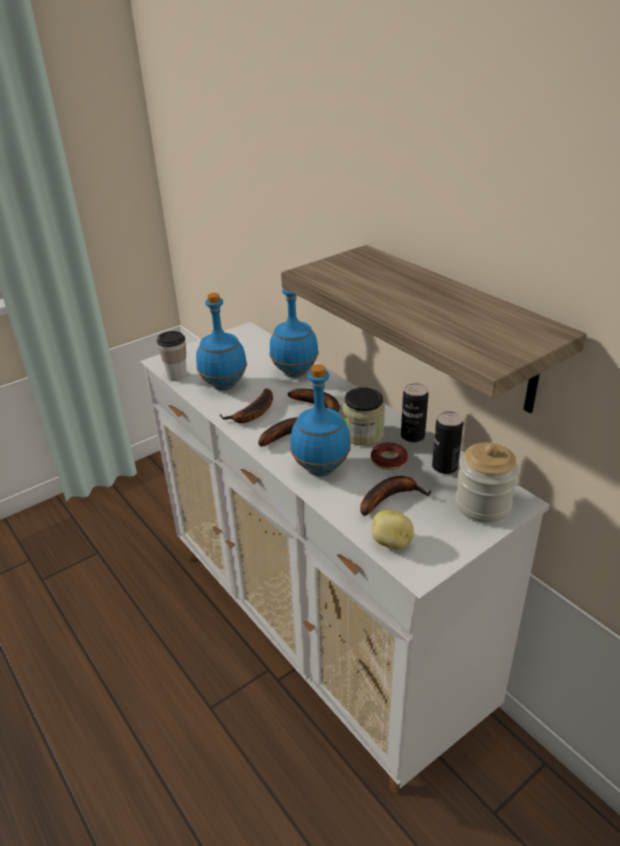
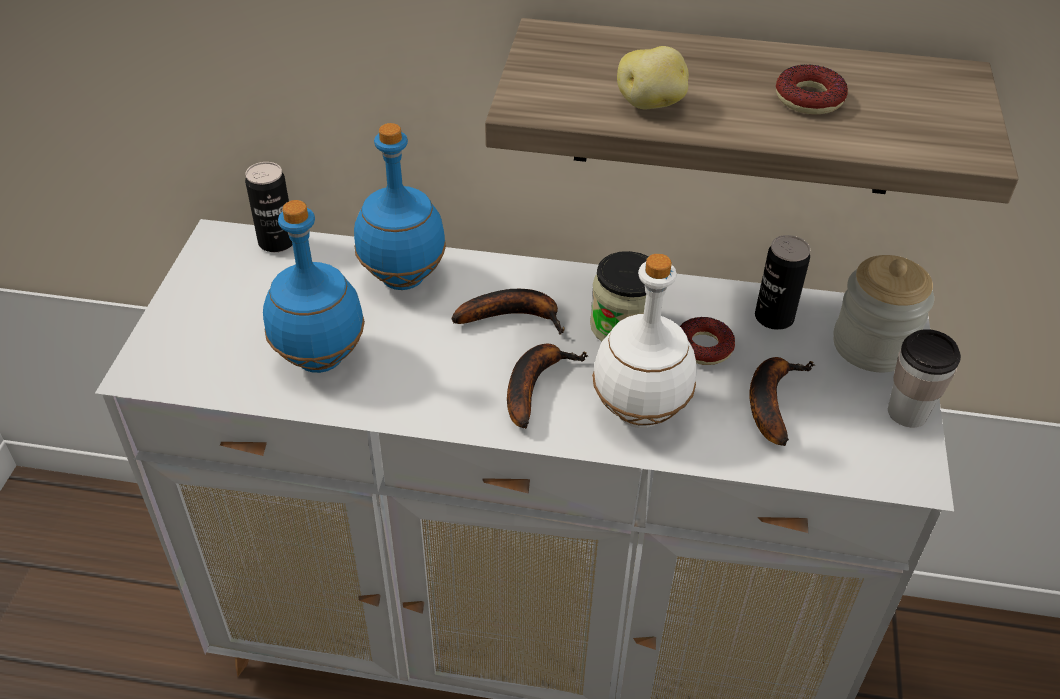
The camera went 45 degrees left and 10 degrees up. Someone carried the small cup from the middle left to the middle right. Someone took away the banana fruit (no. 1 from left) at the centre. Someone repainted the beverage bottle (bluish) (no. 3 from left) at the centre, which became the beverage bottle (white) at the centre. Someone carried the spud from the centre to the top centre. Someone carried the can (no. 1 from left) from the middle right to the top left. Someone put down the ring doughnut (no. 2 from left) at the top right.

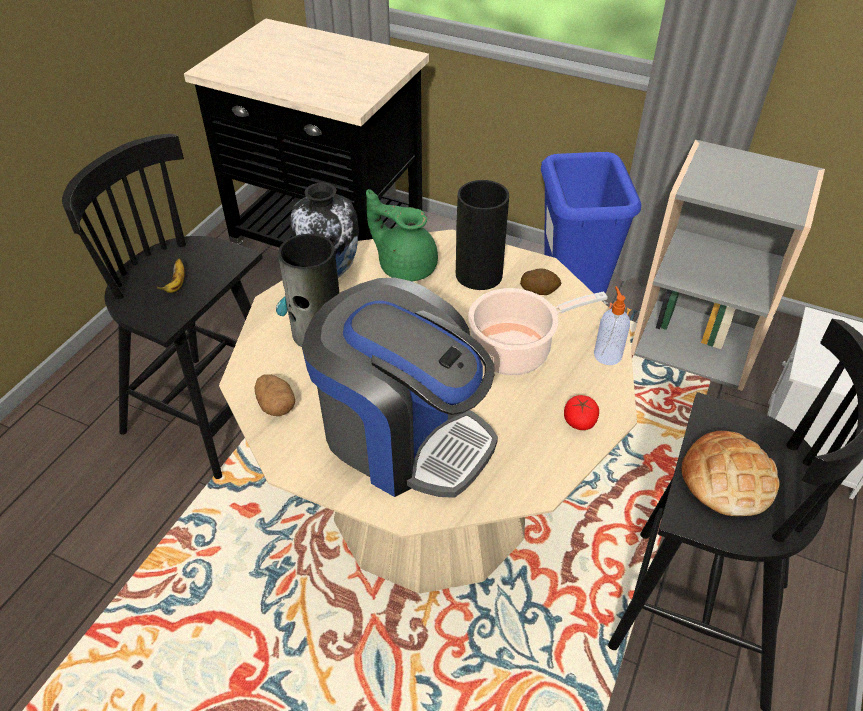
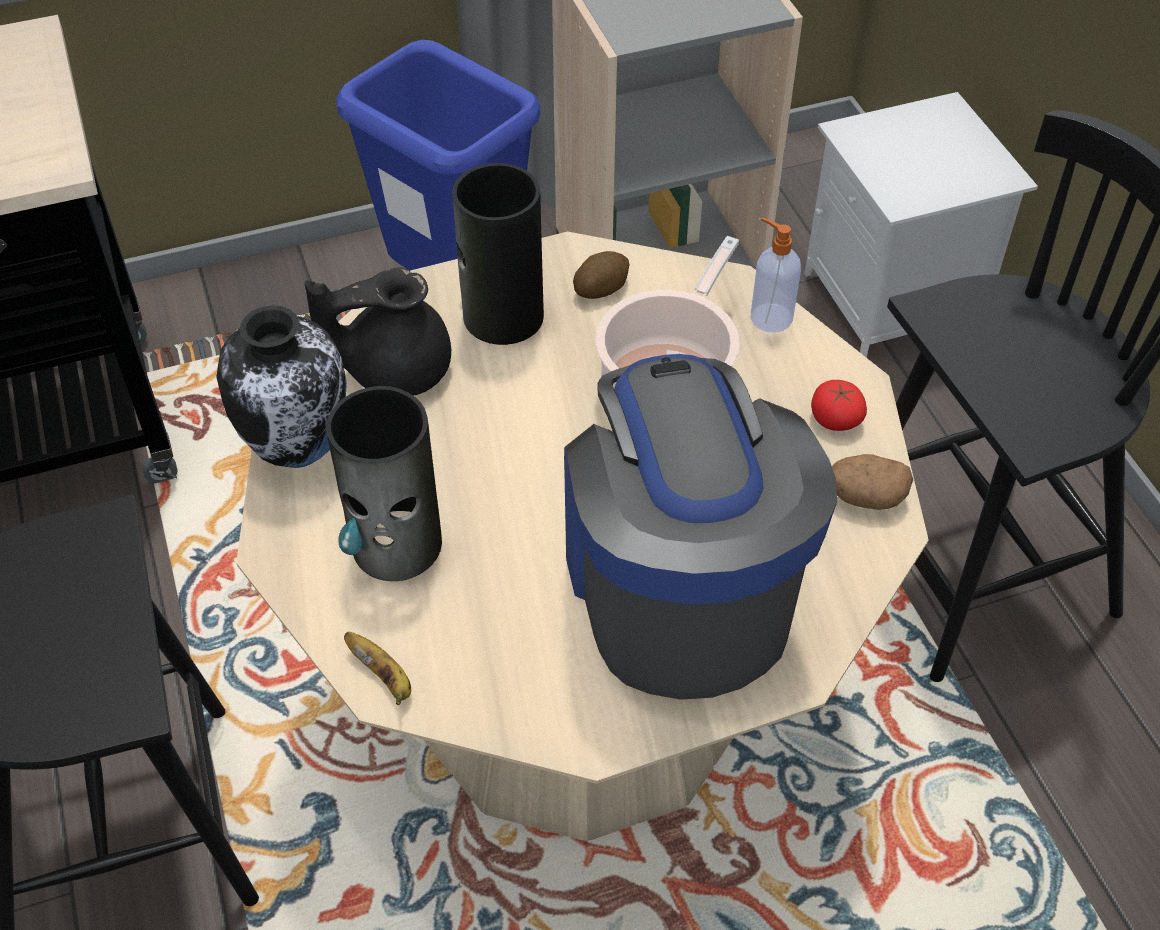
The camera went 45 degrees left and 5 degrees up. Someone carried the banana fruit from the middle left to the bottom left. Someone carried the spud (no. 1 from left in the first image) from the middle left to the middle right. Someone rotated the coffee brewer at the centre by 90 degrees counterclockwise. Someone repainted the pot for tea (green) at the top centre, which became the pot for tea (black-coloured) at the middle left. Someone took away the bread at the middle right.

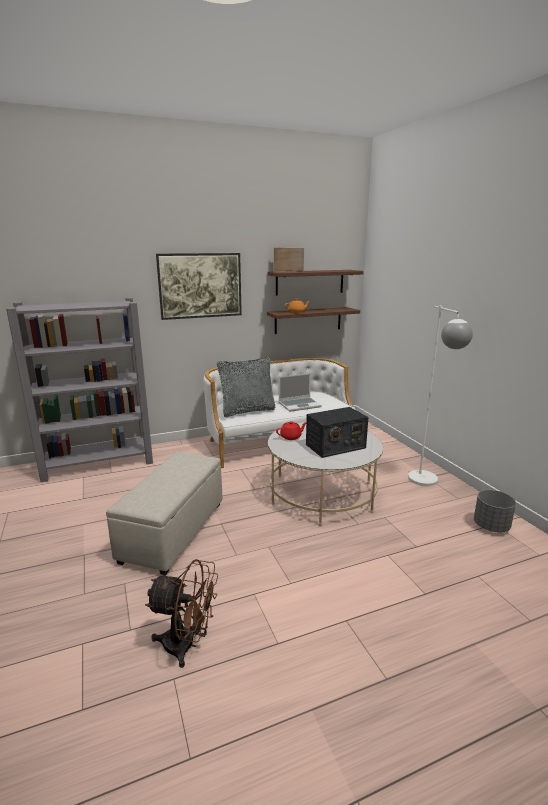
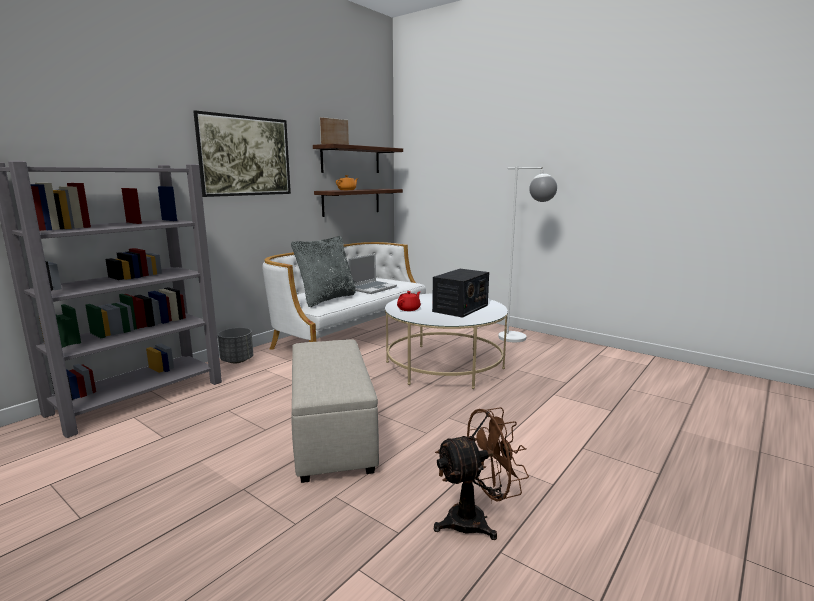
The camera went 30 degrees left and 5 degrees down. Someone carried the flower pot (grey) from the middle right to the middle left.

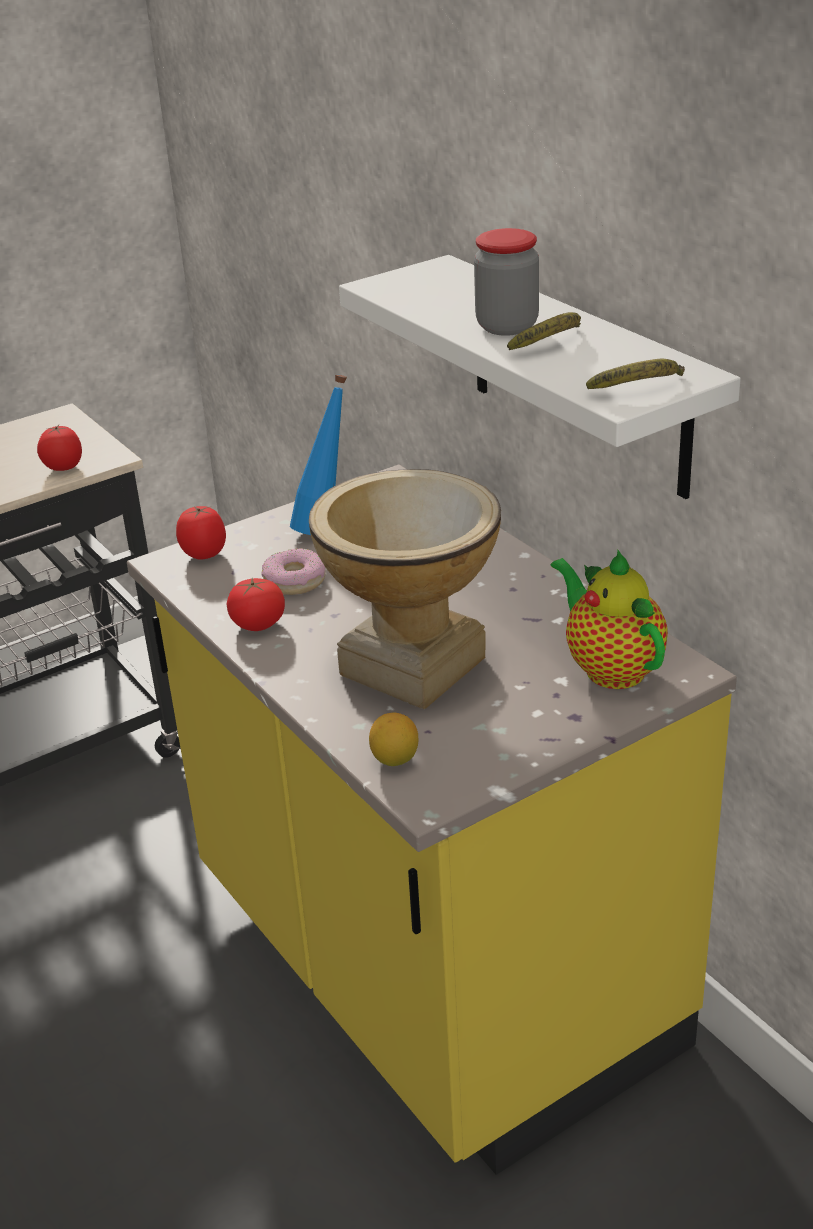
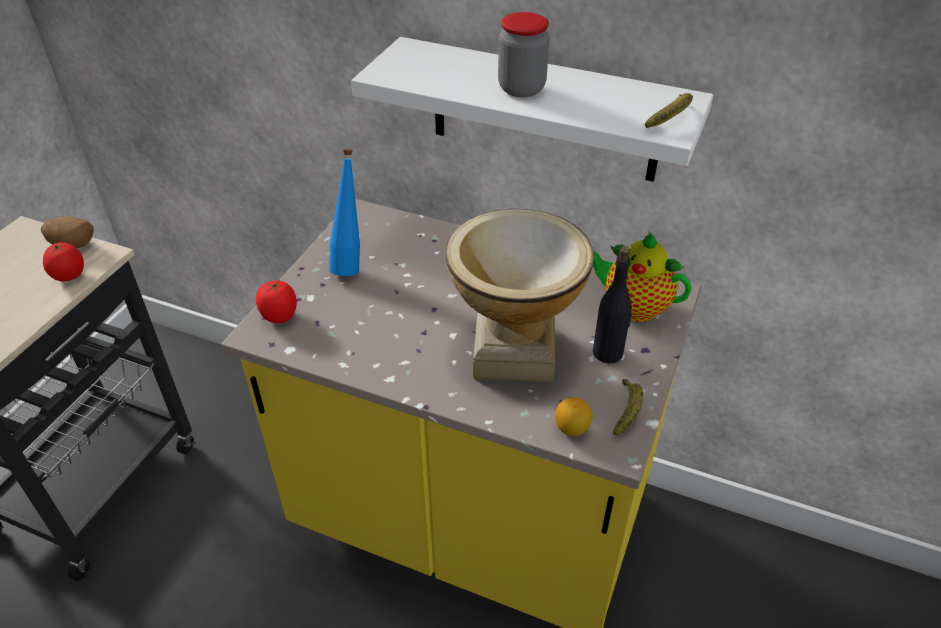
The camera went 35 degrees left and 10 degrees up. Someone took away the fresh tomato (no. 3 from left) at the middle left. Someone took away the ring doughnut at the centre. Someone carried the banana fruit (no. 1 from left) from the top right to the middle right. Someone put down the spud at the middle left. Someone put down the beverage bottle (black-coloured) at the centre.

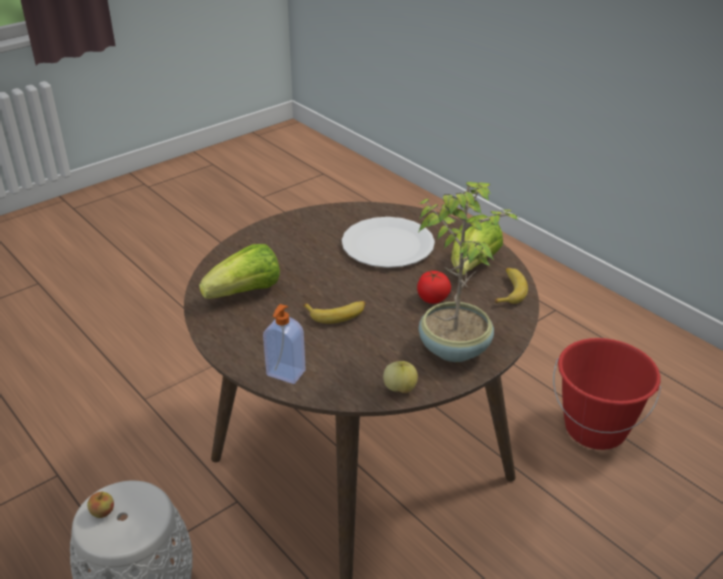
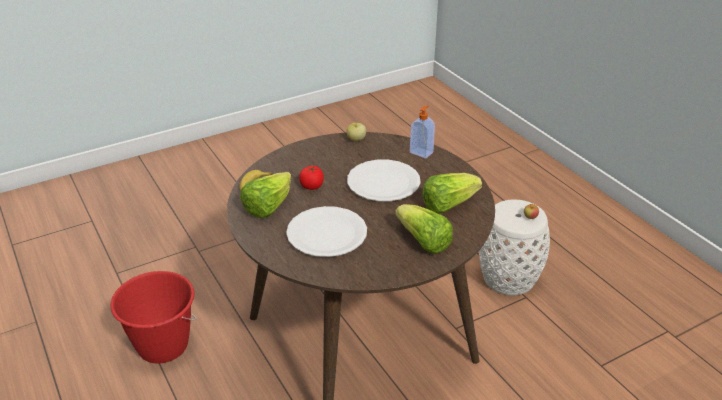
The camera went 170 degrees left and 0 degrees up. Someone swapped the banana fruit (no. 1 from left) at the centre for the plate (white) (no. 2 from left) at the centre. Someone took away the houseplant at the centre. Someone put down the lettuce (no. 2 from left) at the centre.

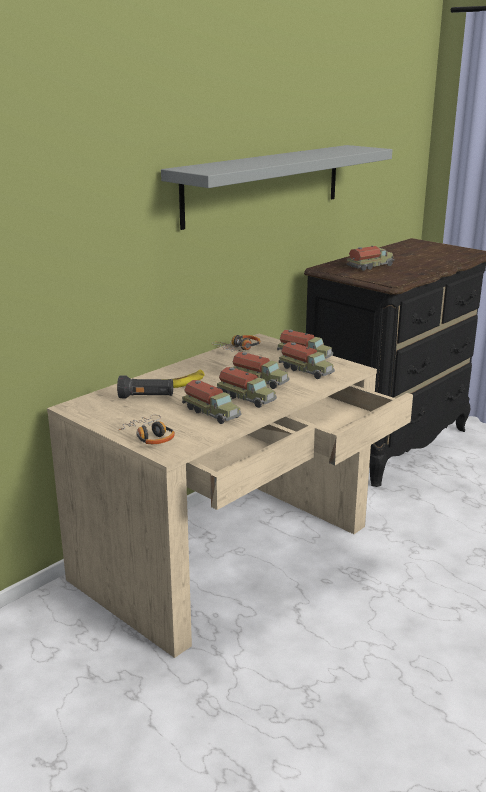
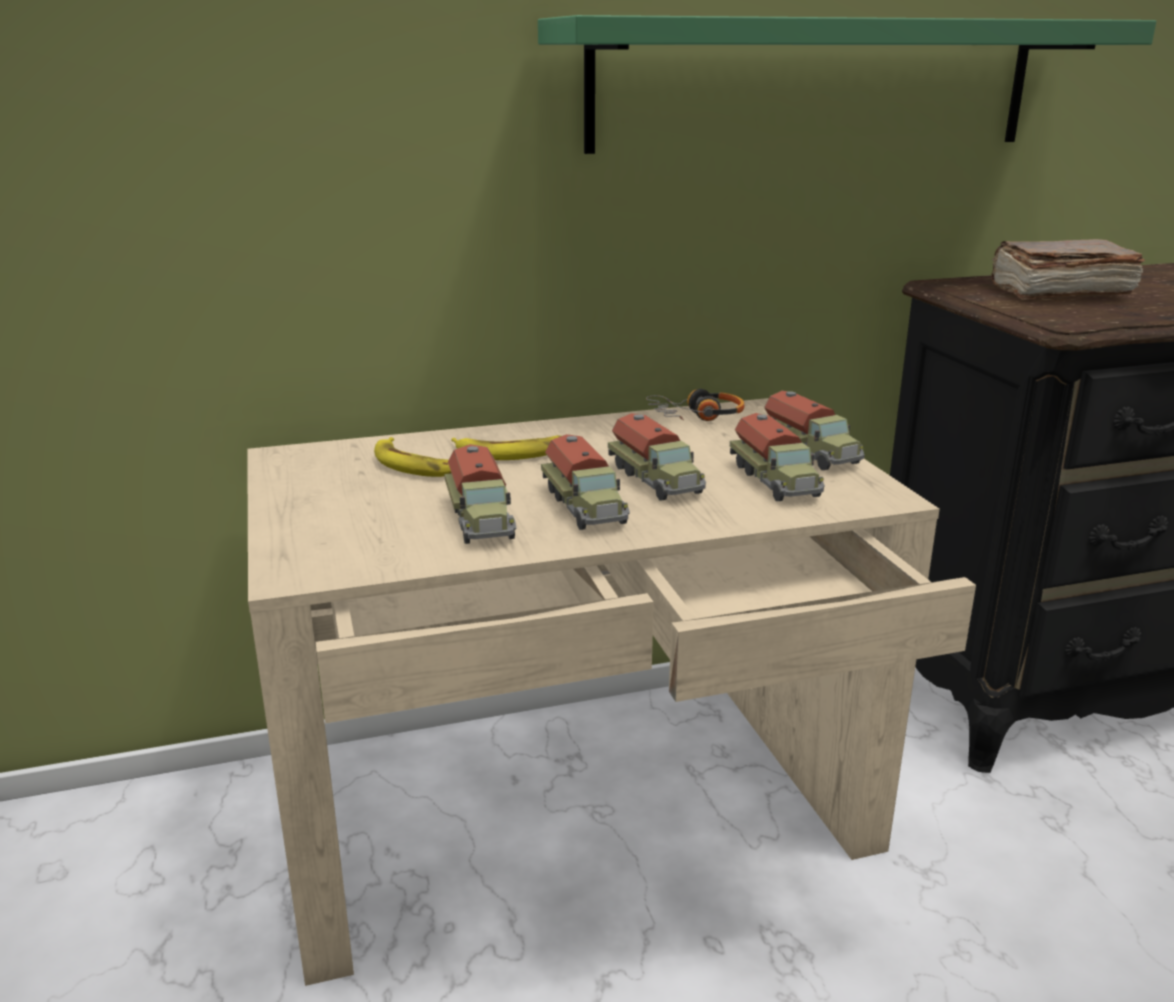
The camera went 30 degrees right and 0 degrees up. Someone swapped the flashlight (black-coloured) at the middle left for the banana fruit (no. 1 from left) at the centre. Someone took away the headset (no. 1 from left) at the middle left. Someone repainted the wall shelf (grey) at the top centre, which became the wall shelf (green) at the top right. Someone swapped the model truck (no. 6 from left) at the top right for the book (brown-coloured) at the top right.

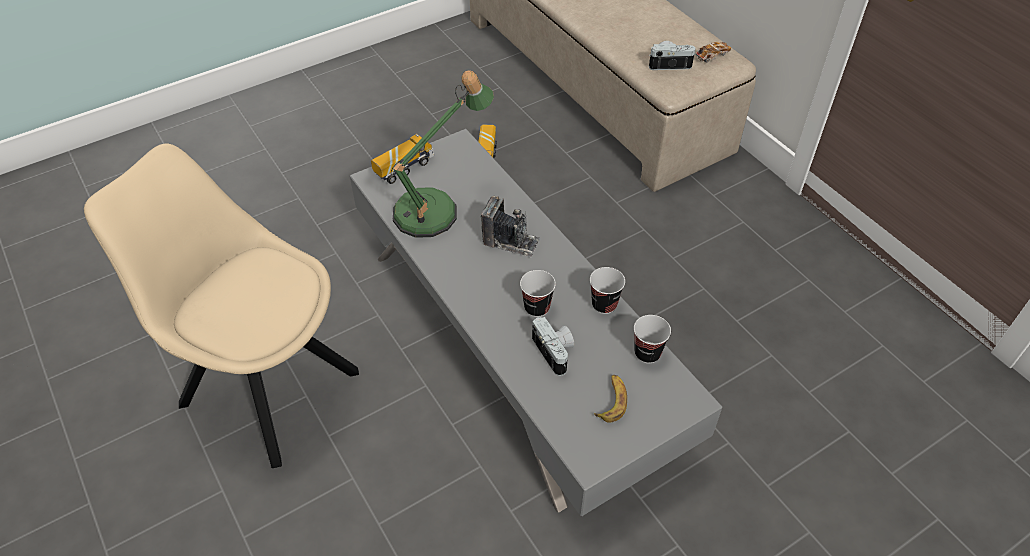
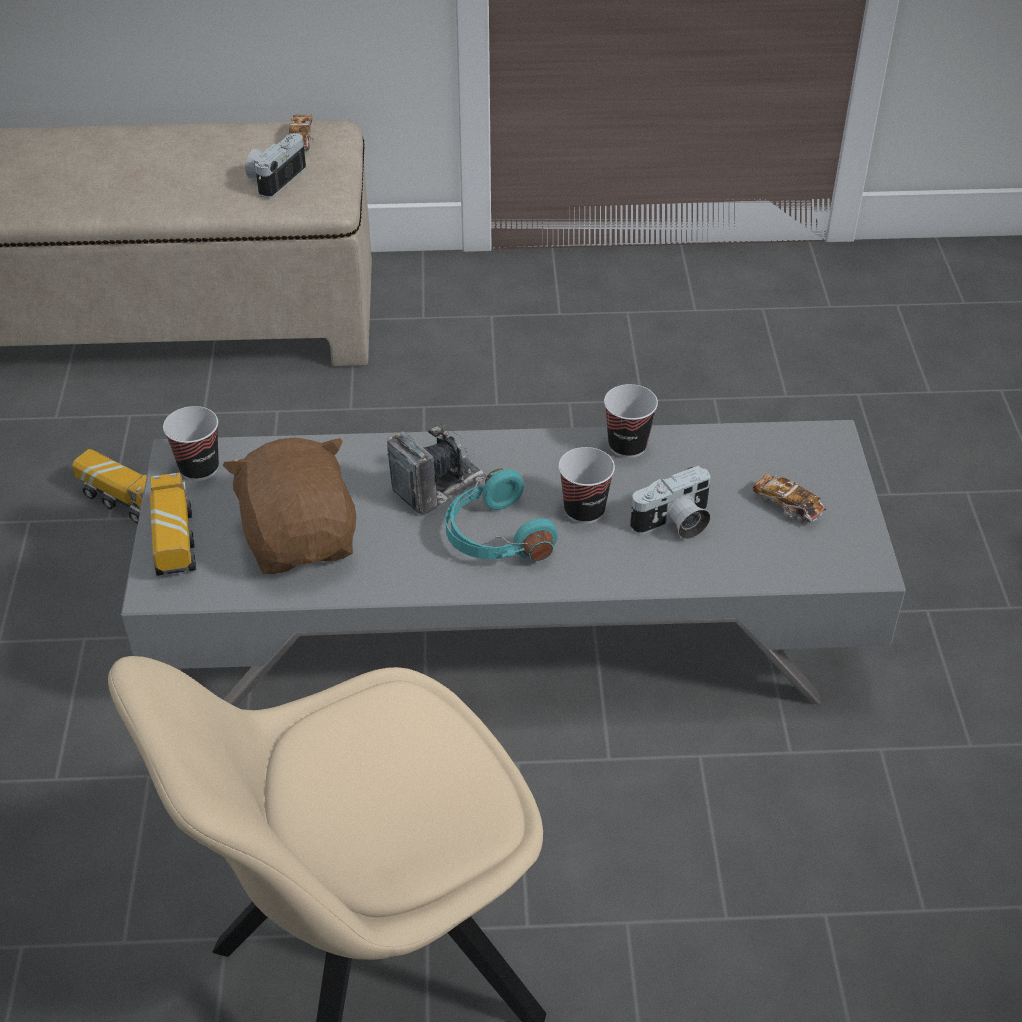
The camera went 60 degrees left and 5 degrees down. Someone swapped the lamp for a table at the top centre for the plush toy (brown-coloured) at the middle left. Someone rotated the still camera (no. 2 from left in the first image) at the centre by 150 degrees clockwise. Someone swapped the banana fruit at the bottom centre for the toy car (no. 2 from left) at the middle right. Someone carried the small cup (no. 3 from left in the first image) from the centre to the middle left. Someone put down the headset (turquoise) at the centre.

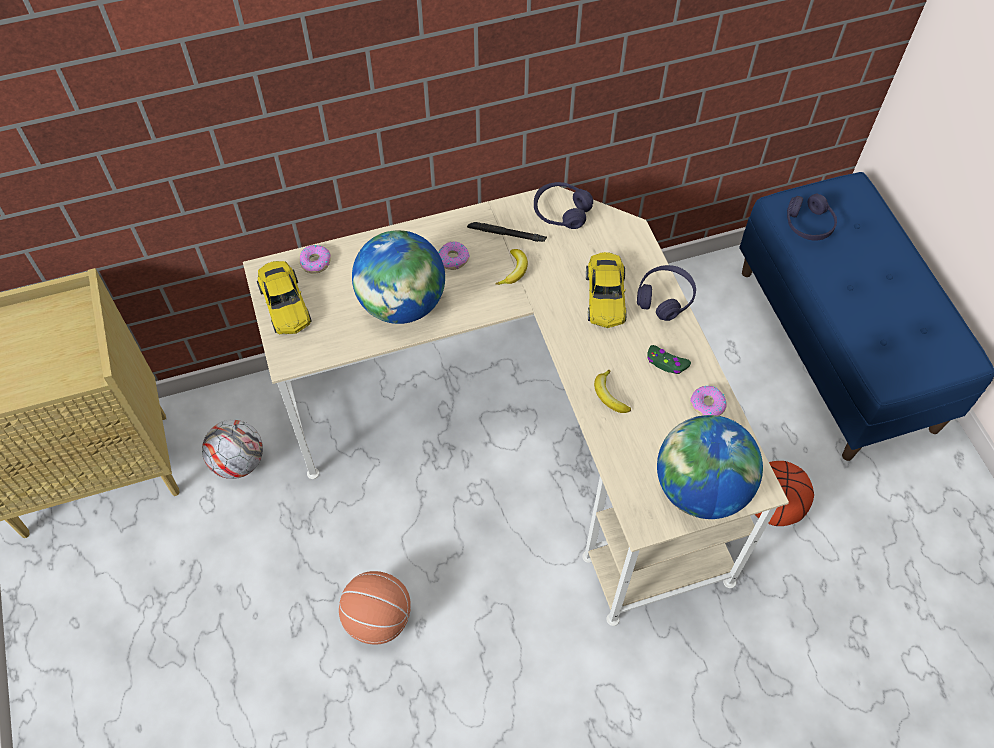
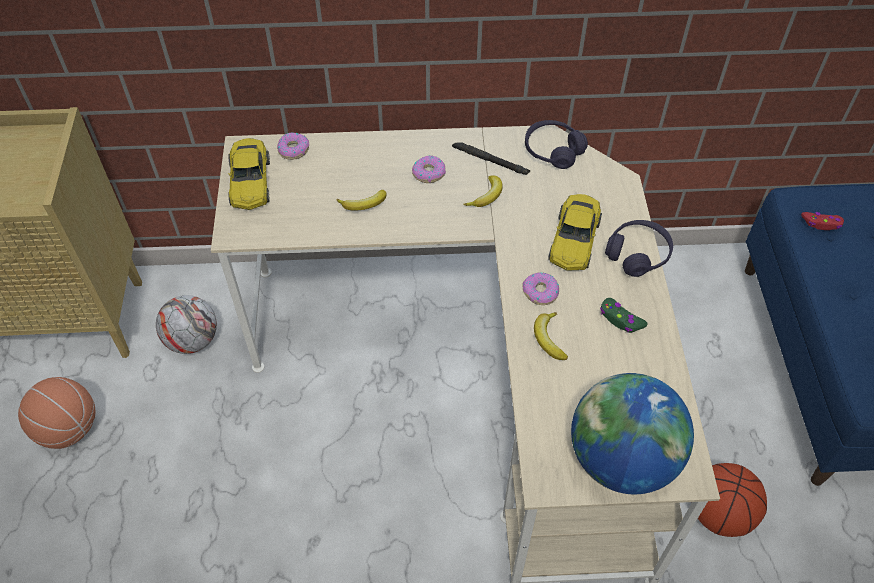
The camera went 15 degrees right and 5 degrees down. Someone carried the basketball ball (no. 1 from left) from the bottom centre to the bottom left. Someone swapped the world globe (no. 1 from left) at the centre for the banana fruit (no. 1 from left) at the centre. Someone carried the ring doughnut (no. 3 from left) from the middle right to the centre. Someone swapped the headset (purple) (no. 3 from left) at the top right for the joypad (red) at the middle right.

